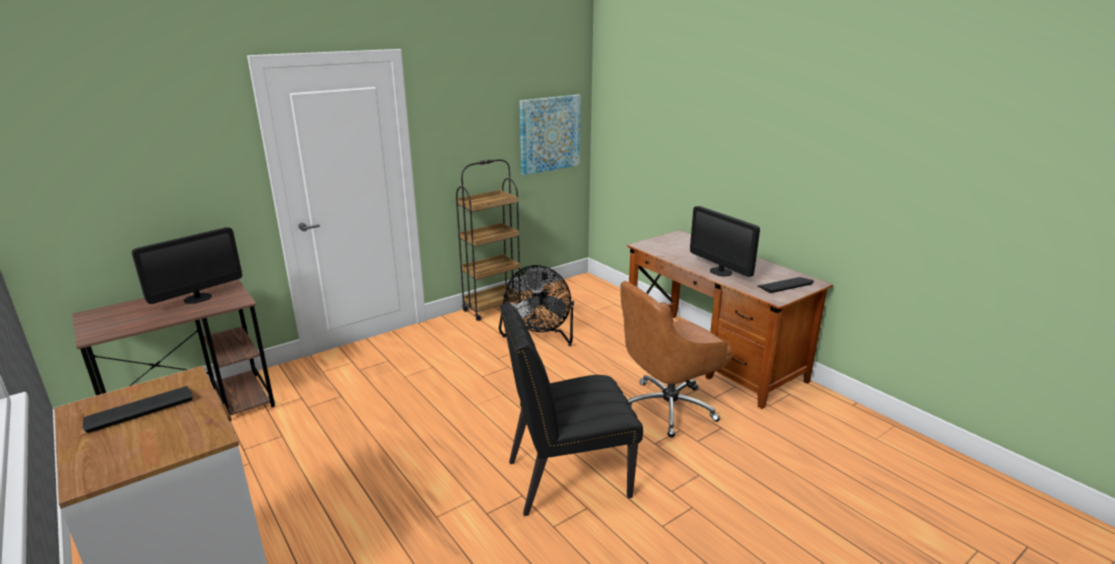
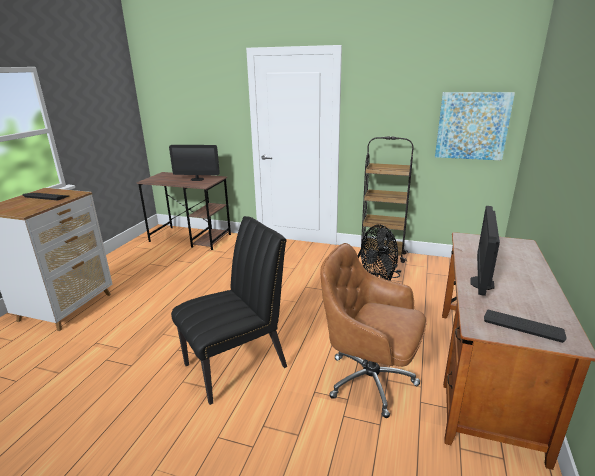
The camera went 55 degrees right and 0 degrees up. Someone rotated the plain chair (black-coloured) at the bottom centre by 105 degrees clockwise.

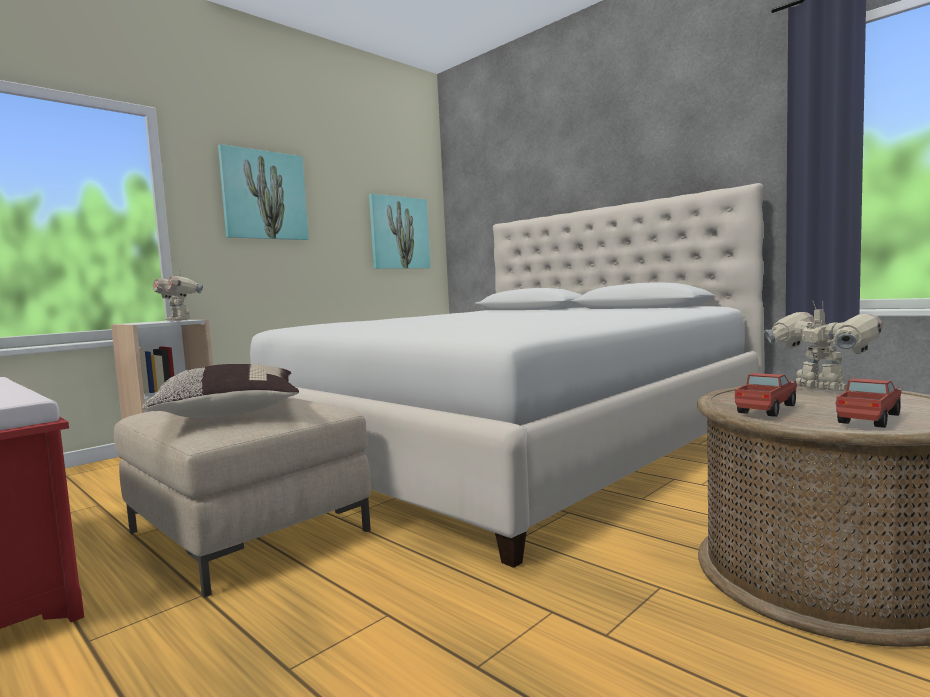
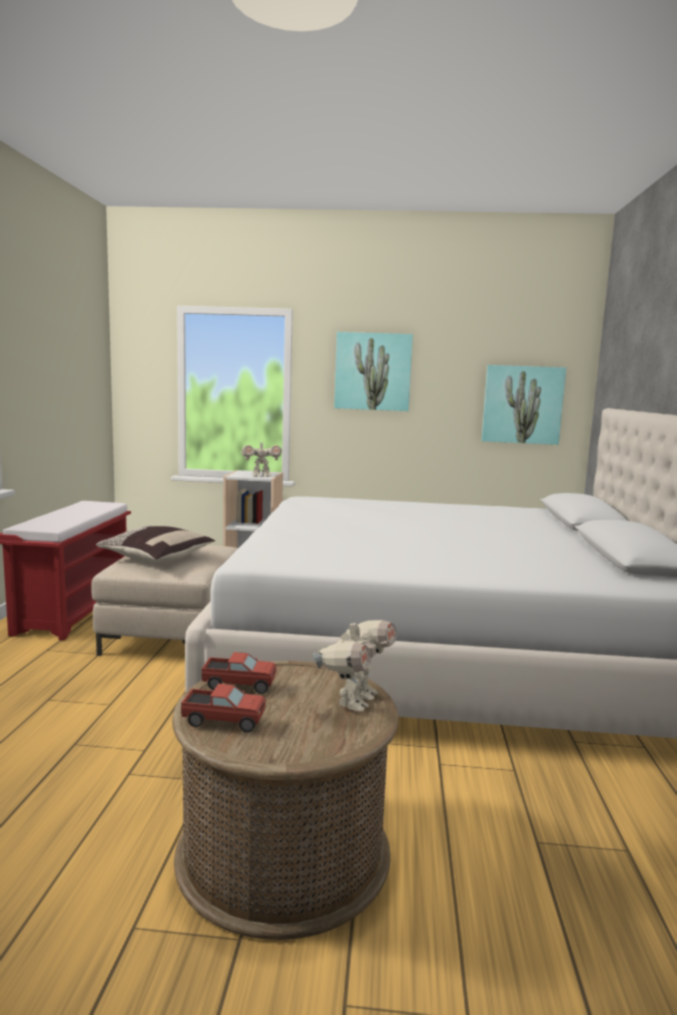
The camera went 50 degrees right and 5 degrees up. Someone rotated the model robot (no. 1 from left) at the middle left by 105 degrees counterclockwise.

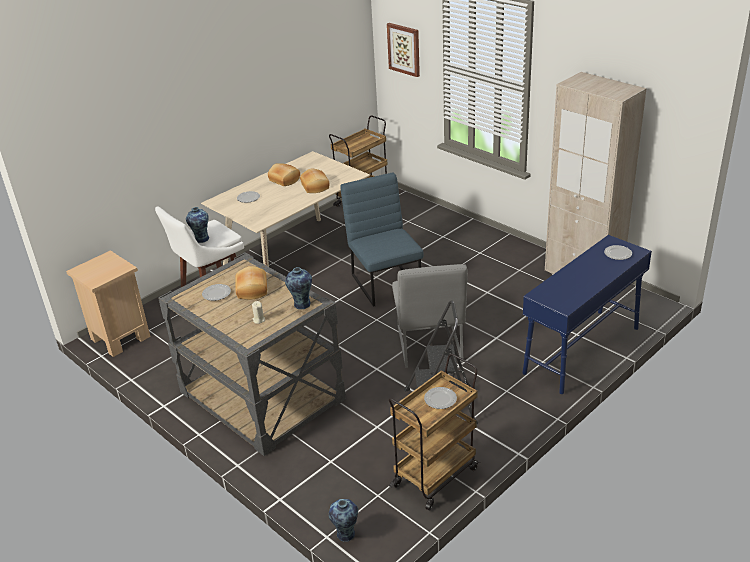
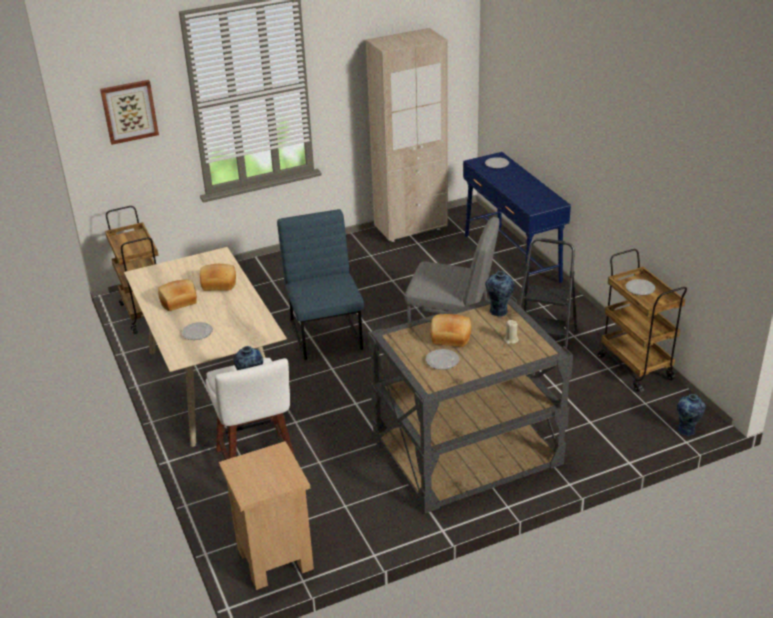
The camera went 70 degrees left and 0 degrees up. Someone rotated the plain chair (bluish) at the centre by 75 degrees clockwise.

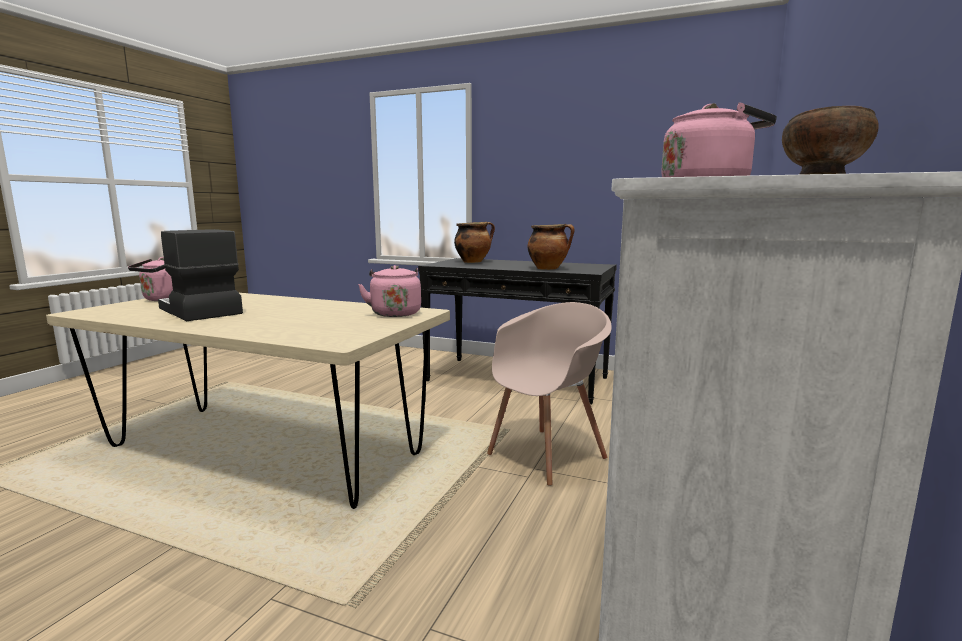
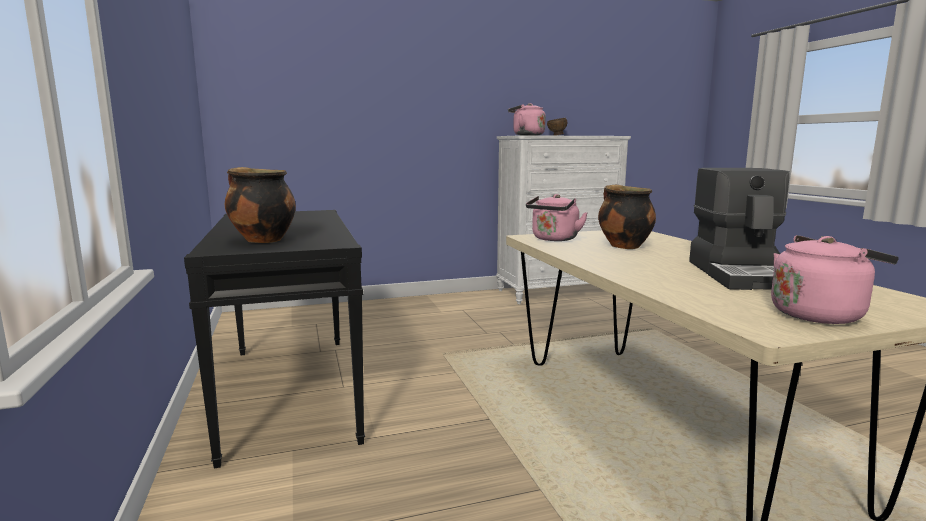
The camera went 130 degrees left and 0 degrees up. Someone took away the plain chair (sand-coloured) at the centre. Someone carried the saucepot (no. 2 from left) from the centre to the middle right.

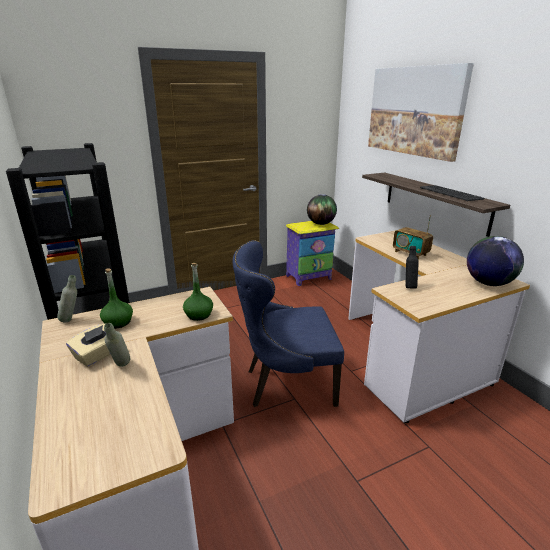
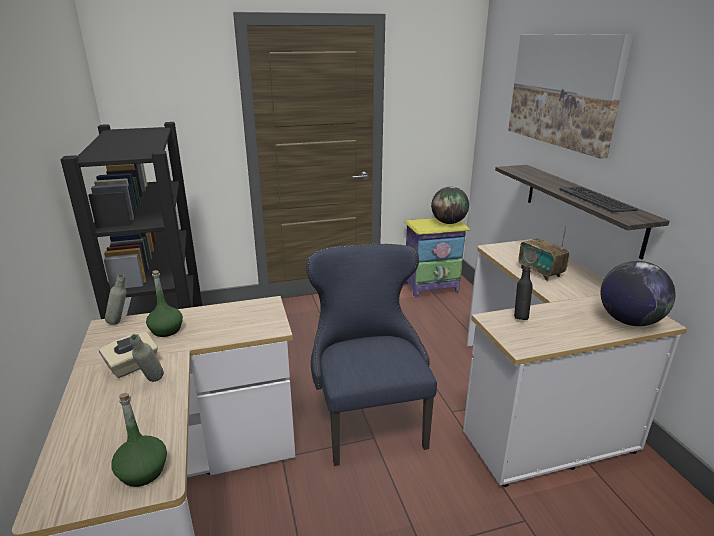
The camera went 10 degrees right and 0 degrees up. Someone carried the beverage bottle (green) (no. 2 from left in the first image) from the centre to the bottom left. Someone rotated the plain chair (bluish) at the centre by 75 degrees clockwise.

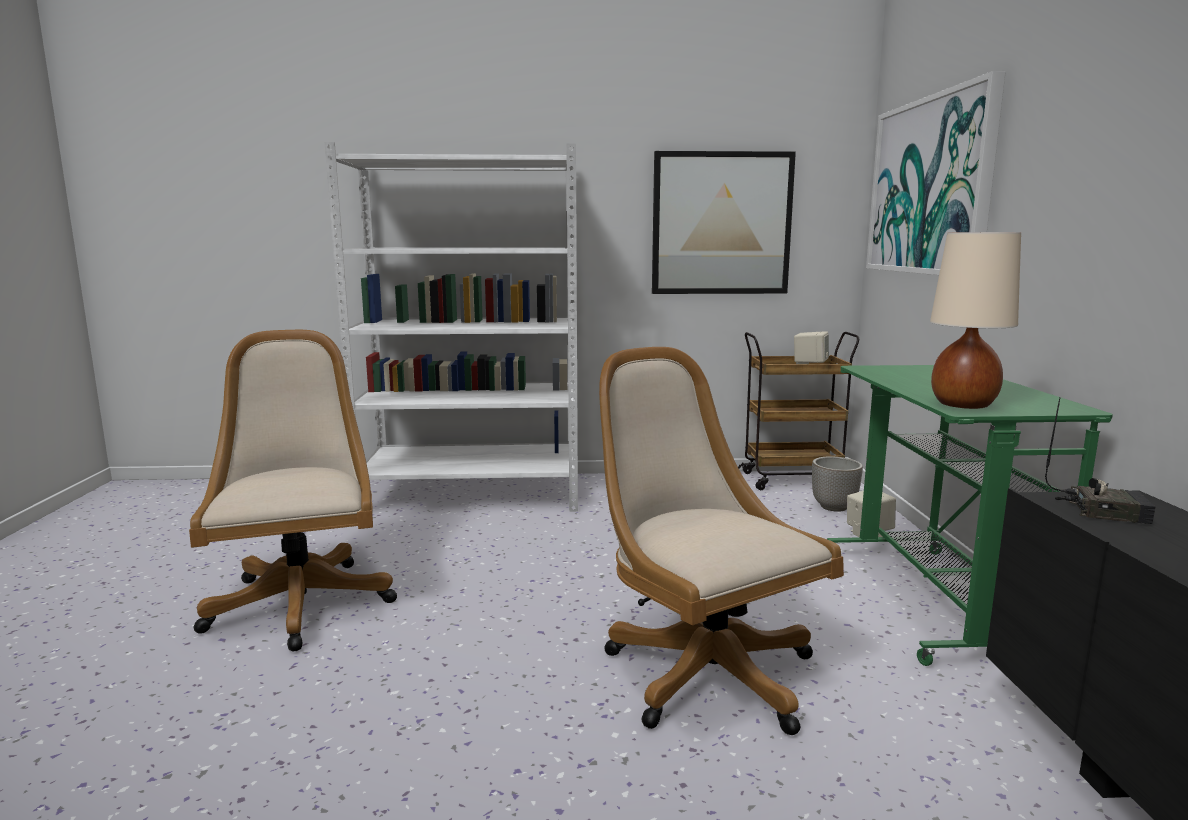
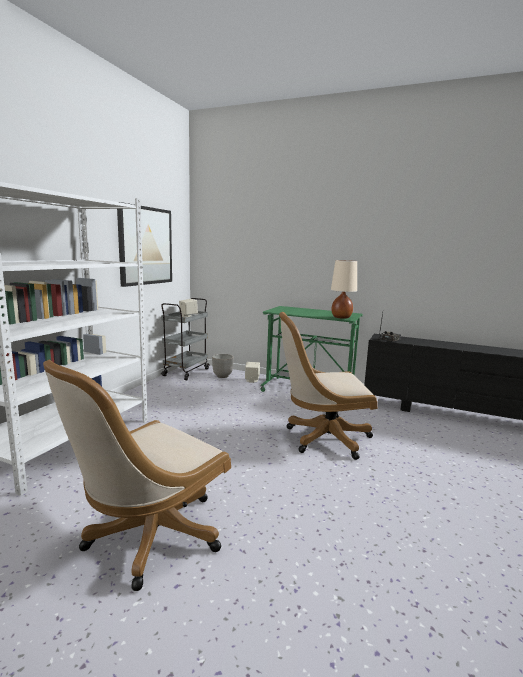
The camera went 65 degrees left and 0 degrees up. Someone rotated the computer chair (no. 1 from left) at the middle left by 60 degrees counterclockwise. Someone repainted the trolley (brown-coloured) at the middle right, which became the trolley (grey) at the centre. Someone took away the wall picture (no. 2 from left) at the top right.

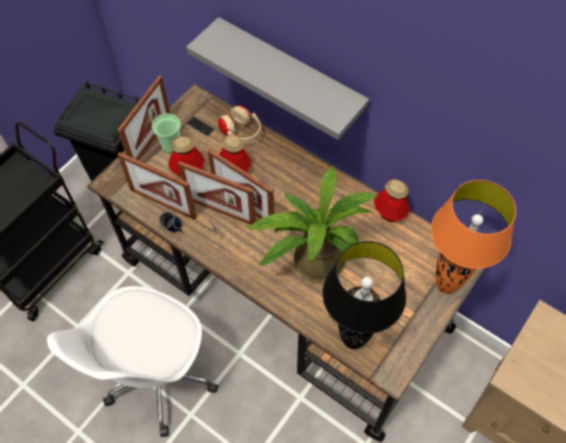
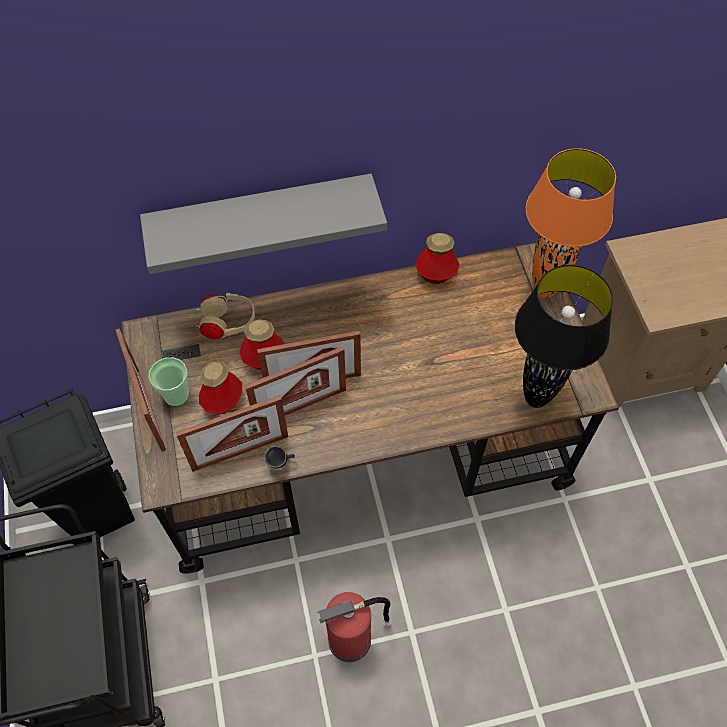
The camera went 50 degrees left and 0 degrees up. Someone swapped the computer chair (white) at the bottom left for the fire-fighting cylinder at the bottom centre. Someone took away the houseplant at the centre.

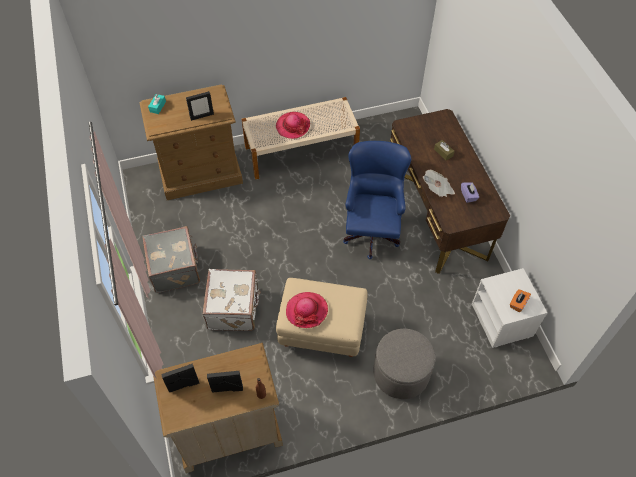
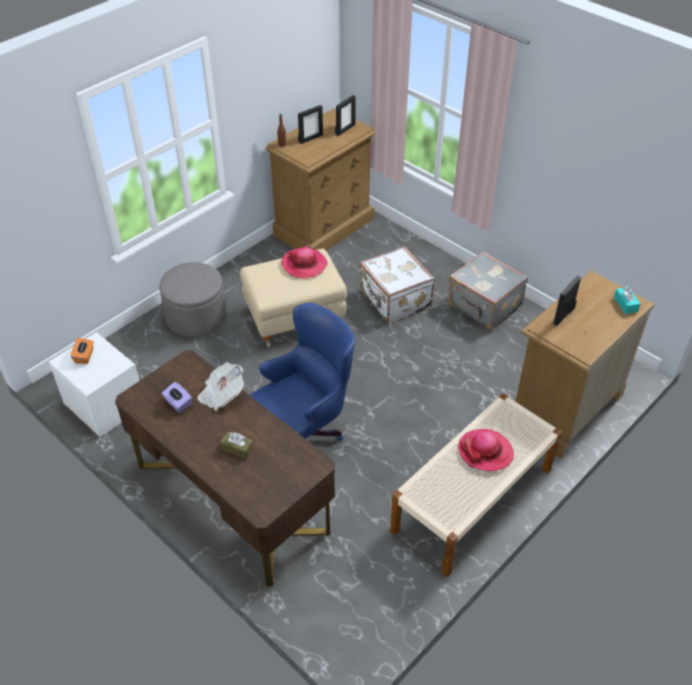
The camera went 150 degrees right and 10 degrees down. Someone rotated the computer chair (bluish) at the centre by 105 degrees counterclockwise.

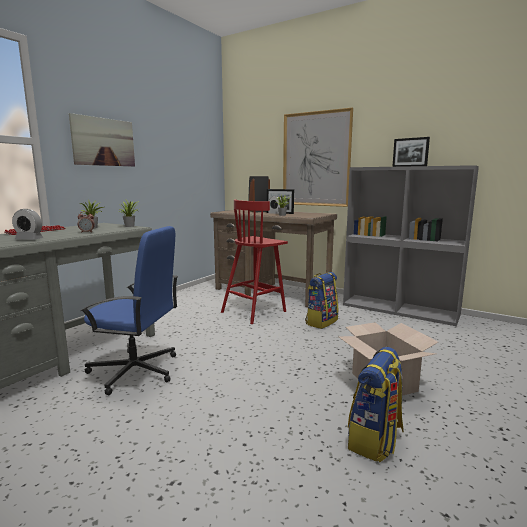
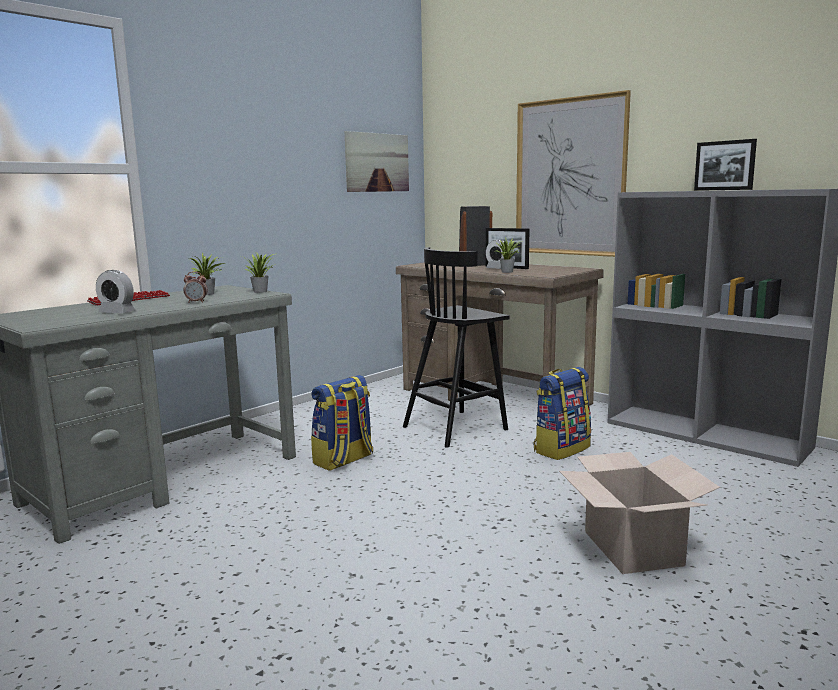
The camera went 10 degrees right and 0 degrees up. Someone carried the wall picture (no. 1 from left) from the top left to the top centre. Someone took away the computer chair (bluish) at the middle left. Someone repainted the sitting stool (red) at the centre, which became the sitting stool (black-coloured) at the centre. Someone carried the rucksack (no. 2 from left in the first image) from the bottom right to the centre.

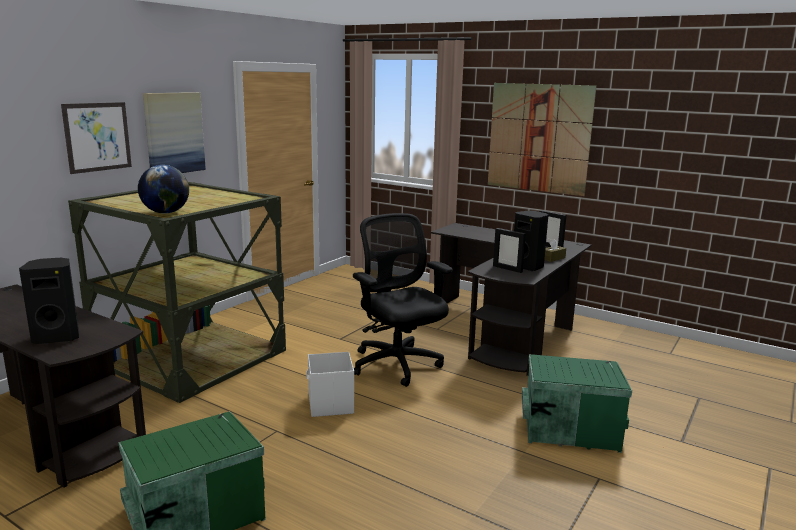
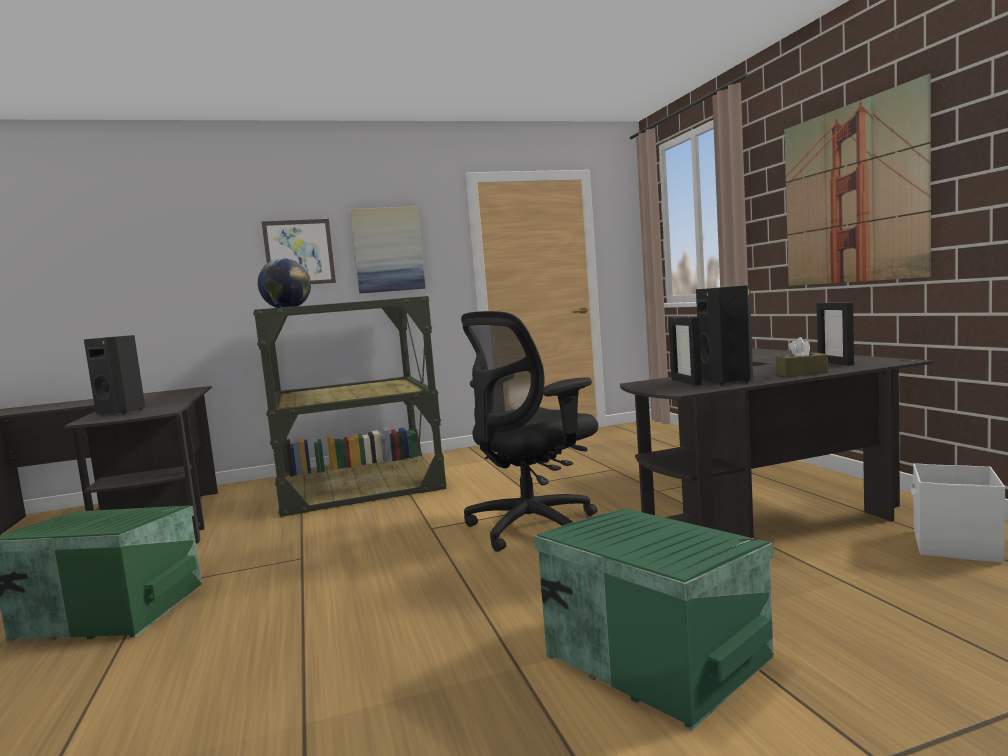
The camera went 40 degrees right and 10 degrees down. Someone carried the storage box (white) from the bottom centre to the bottom right. Someone rotated the computer chair (black-coloured) at the centre by 135 degrees counterclockwise.

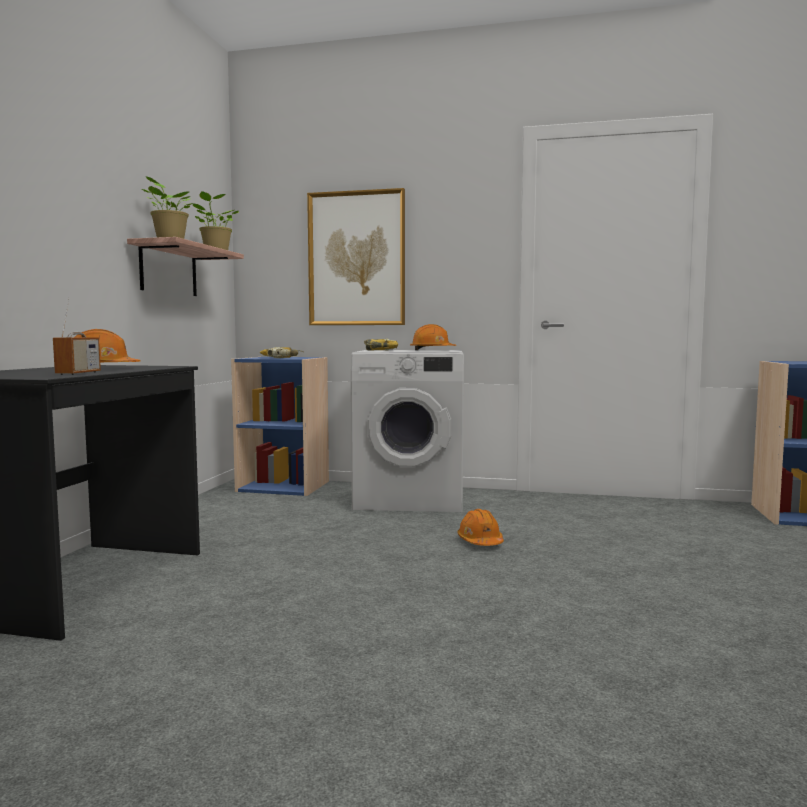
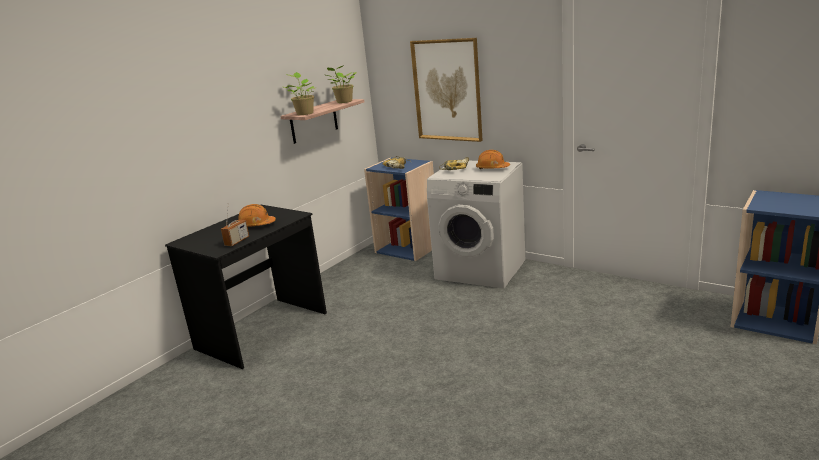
The camera went 25 degrees right and 15 degrees up. Someone took away the hard hat (orangey) (no. 3 from left) at the centre.

